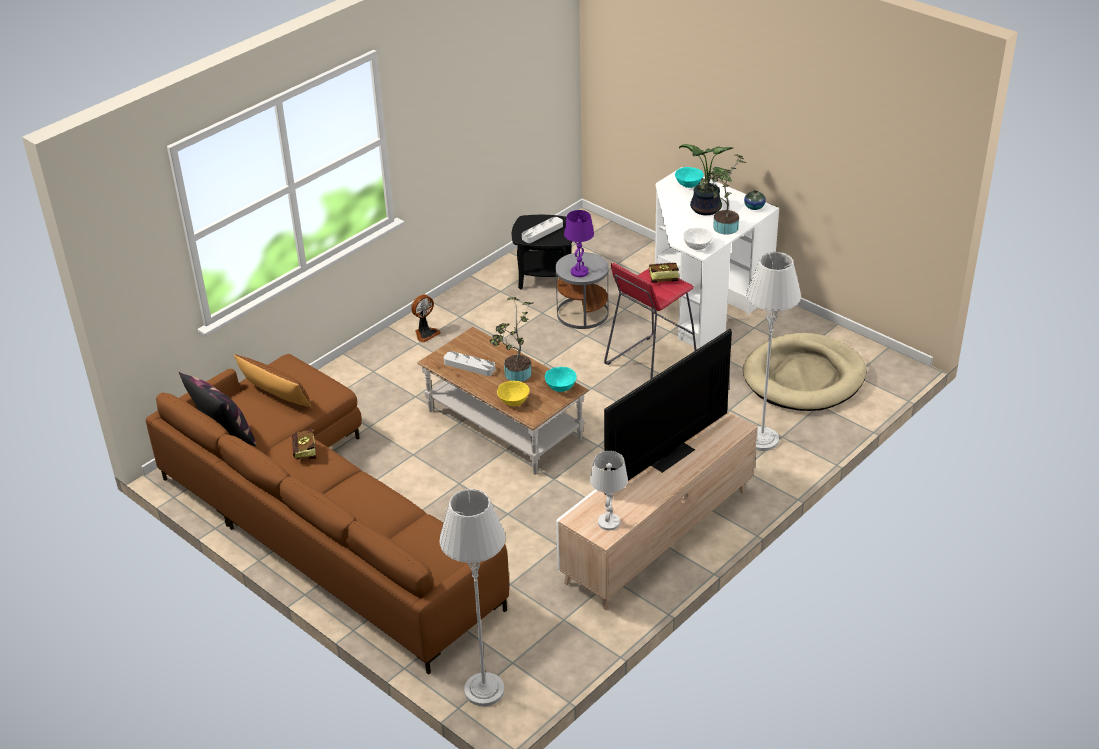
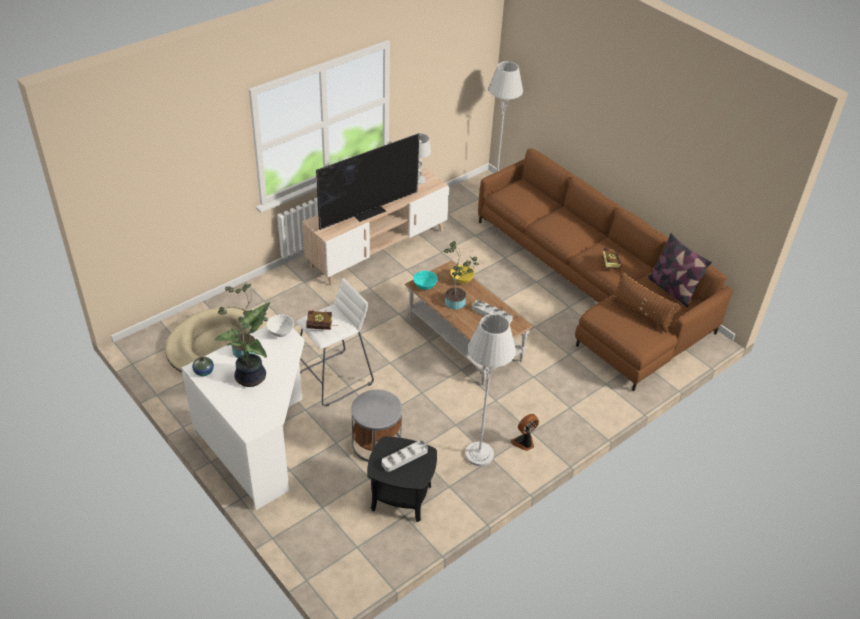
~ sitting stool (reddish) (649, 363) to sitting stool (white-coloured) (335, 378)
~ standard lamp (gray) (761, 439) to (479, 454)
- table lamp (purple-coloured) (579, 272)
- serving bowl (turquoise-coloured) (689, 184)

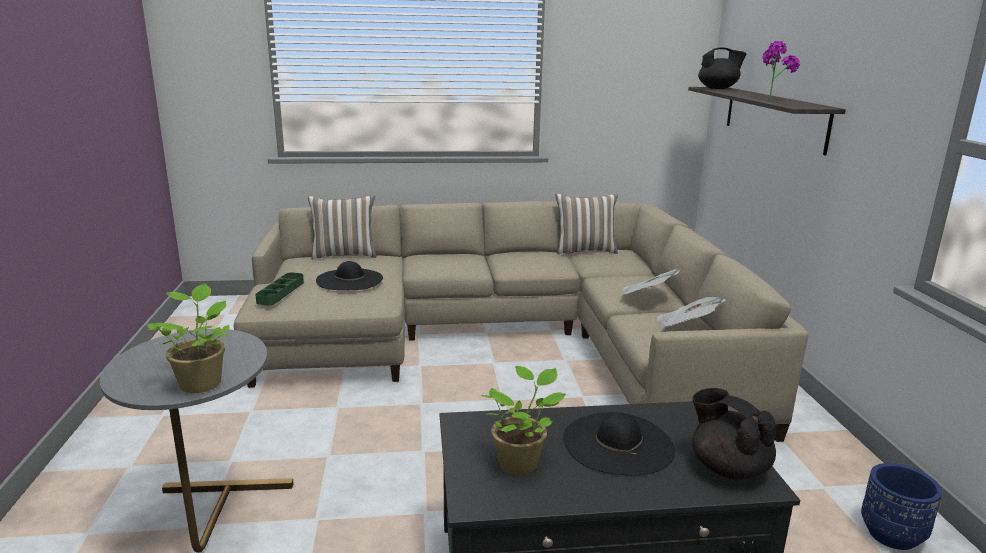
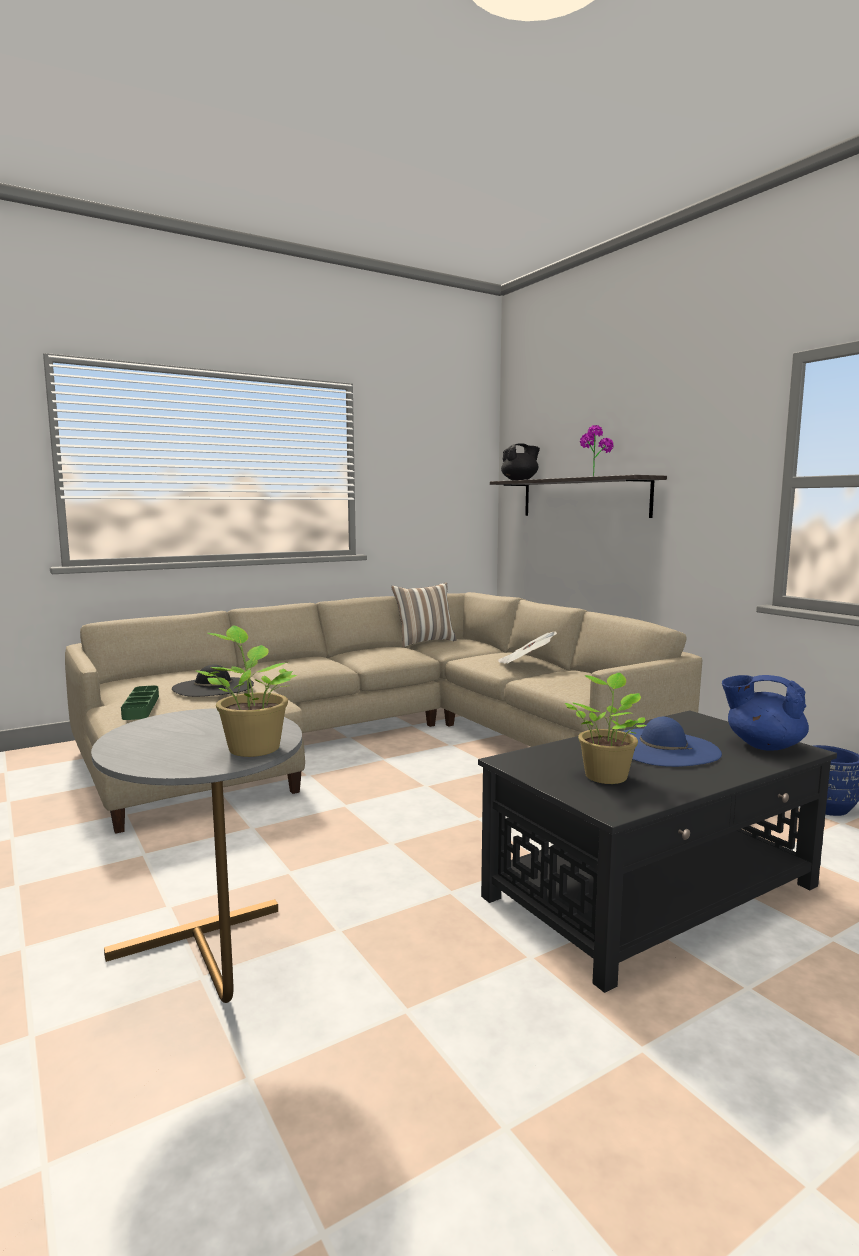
~ wearable hat (black-coloured) (618, 443) to wearable hat (blue) (662, 748)
~ teapot (black-coloured) (728, 467) to teapot (blue) (763, 745)
- pillow (344, 255)
- daily paper (686, 326)

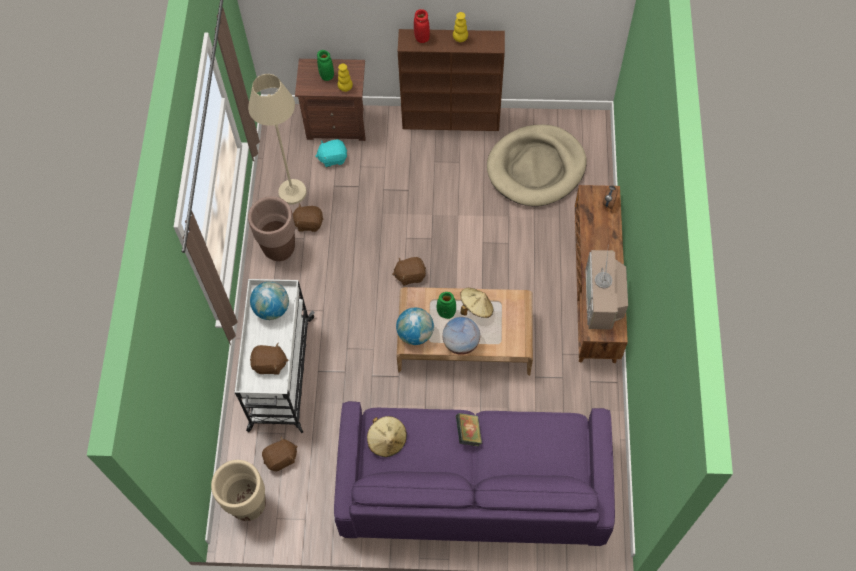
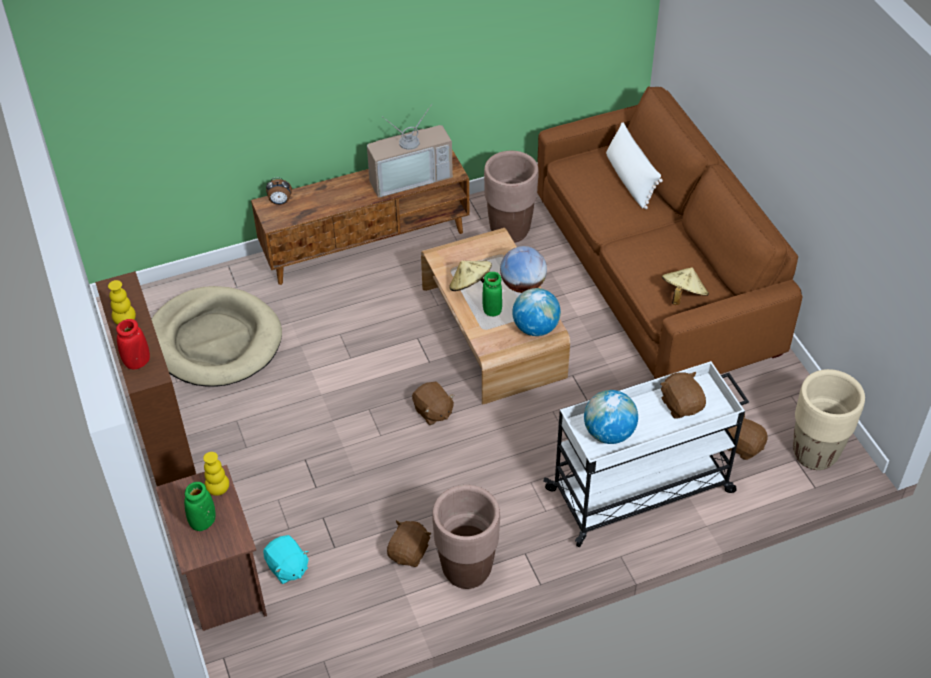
~ plush toy (brownish) (308, 223) = (409, 552) 135 degrees counterclockwise
+ plant pot (brownish) (510, 230)
~ couch (purple-coloured) (473, 486) to couch (brownish) (655, 272)
+ pillow (white-coloured) (630, 179)
- standard lamp (beige) (292, 192)
- volume (468, 433)

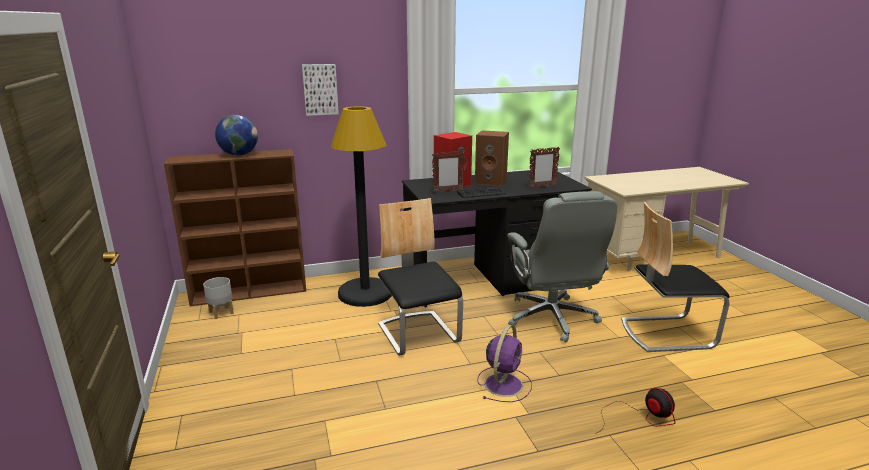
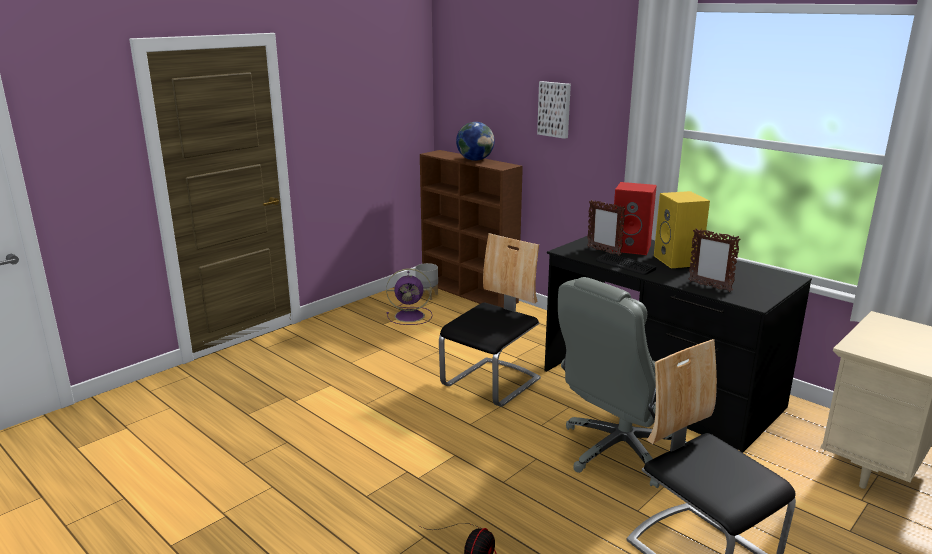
~ fan (purple-coloured) (504, 383) to (411, 316)
~ audio speaker (brownish) (491, 181) to audio speaker (yellow) (678, 261)
- standard lamp (black-coloured) (365, 293)

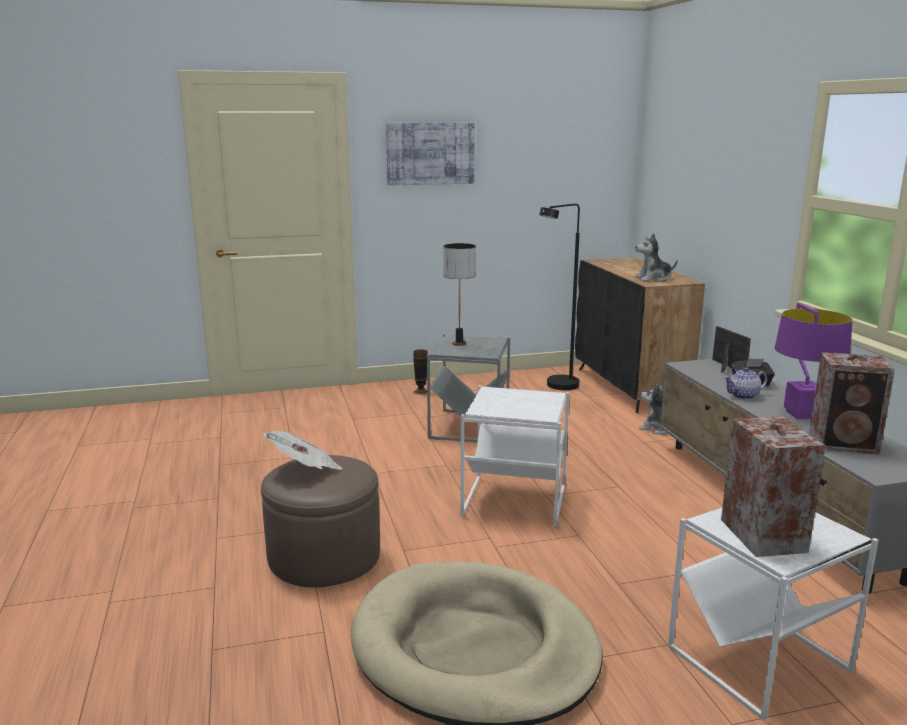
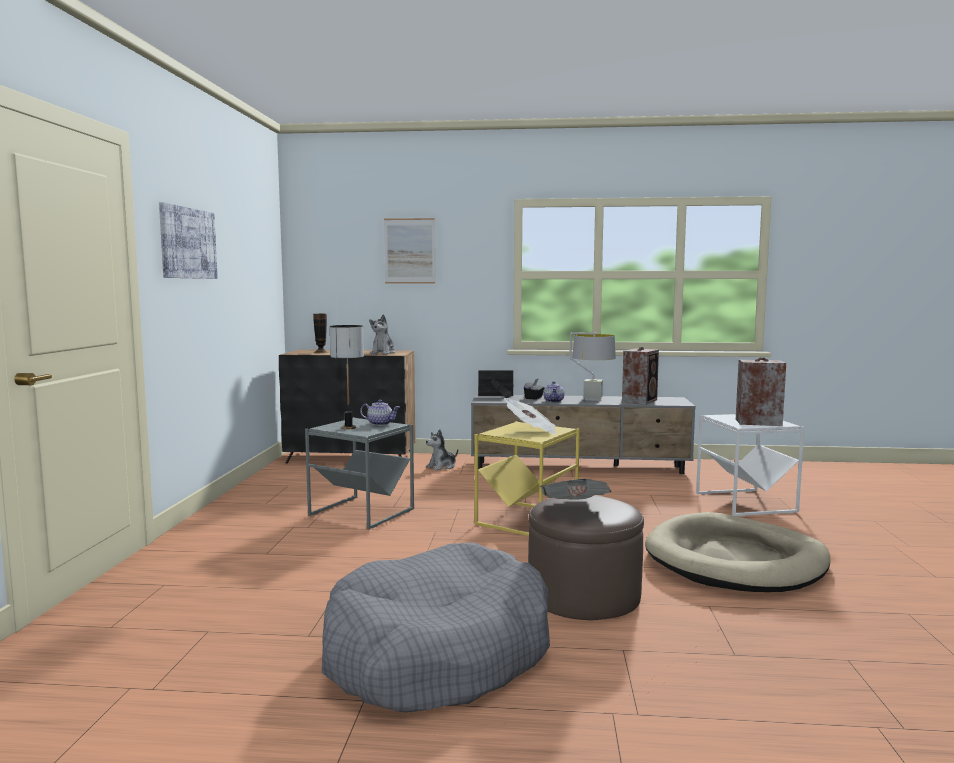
~ flower vase (421, 392) to (321, 352)
+ dog bed (gray) (437, 653)
+ teapot (380, 423)
+ wall art (410, 251)
~ accent table (white-coloured) (513, 501) to accent table (yellow) (526, 520)
+ daily paper (531, 431)
~ table lamp (purple-coloured) (802, 414) to table lamp (gray) (592, 399)
- standard lamp (black-coloured) (557, 387)

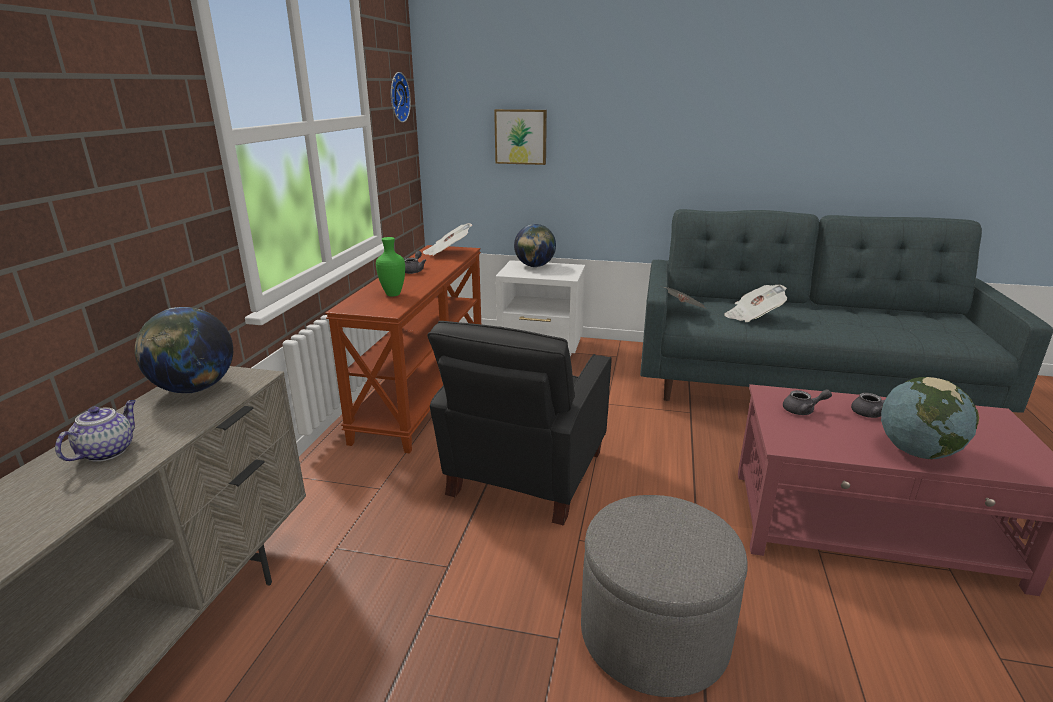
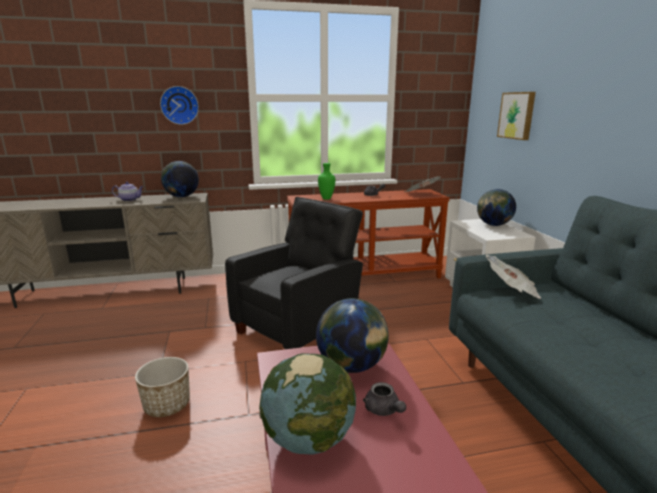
~ footrest (gray) (654, 634) to plant pot (167, 405)
~ wall clock (397, 97) to (179, 105)
~ easy chair (black-coloured) (523, 475) = (299, 328) 135 degrees clockwise
~ teapot (gray) (803, 410) to world globe (351, 366)
- daily paper (753, 317)

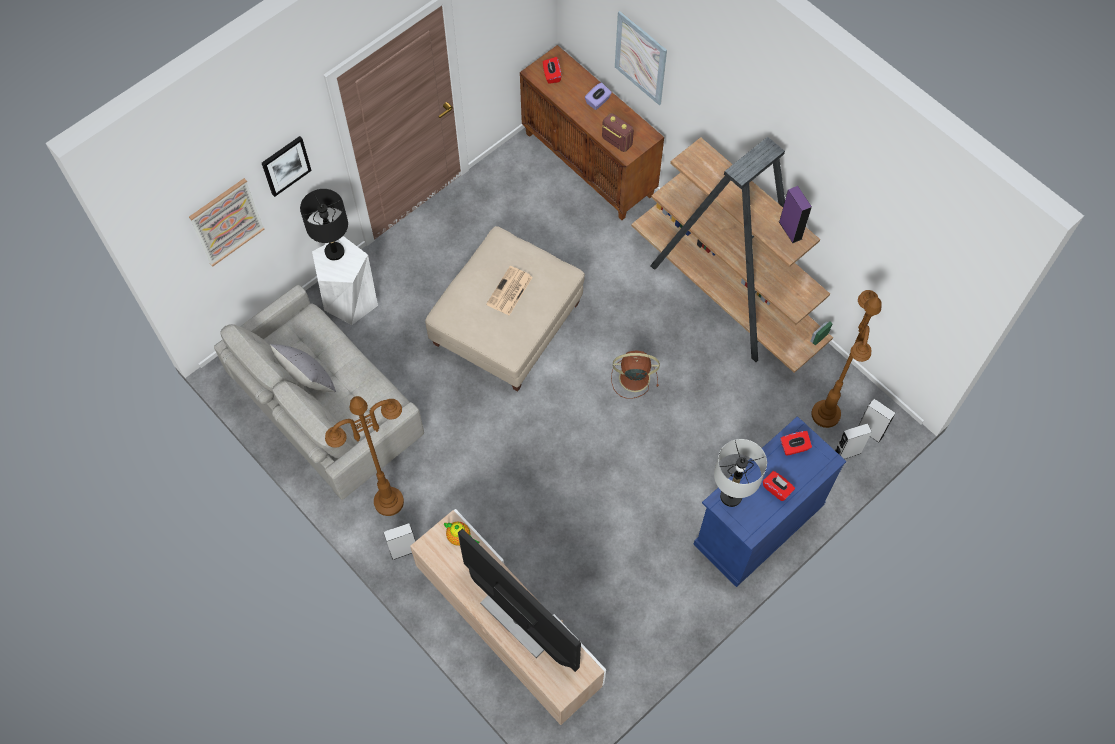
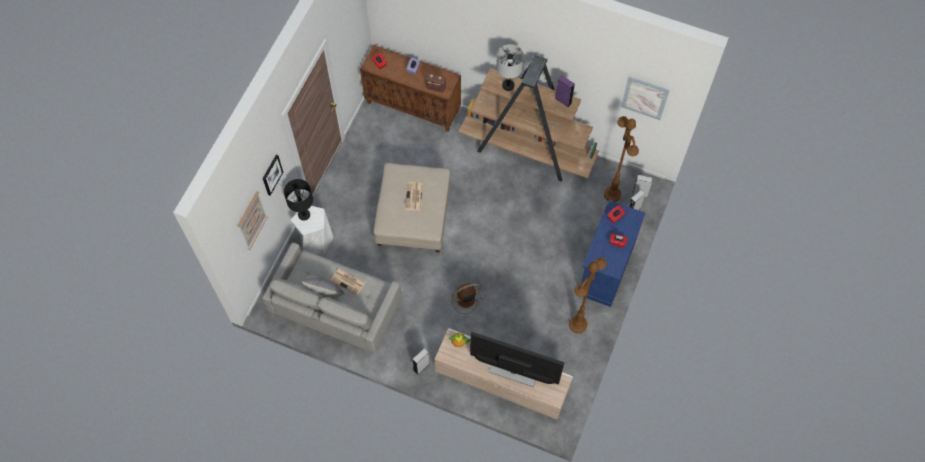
+ daily paper (348, 281)
~ fan (brownish) (632, 378) to (465, 300)
~ table lamp (gray) (731, 496) to (508, 85)
~ standard lamp (brownish) (388, 502) to (577, 325)
~ wall art (640, 58) to (644, 98)

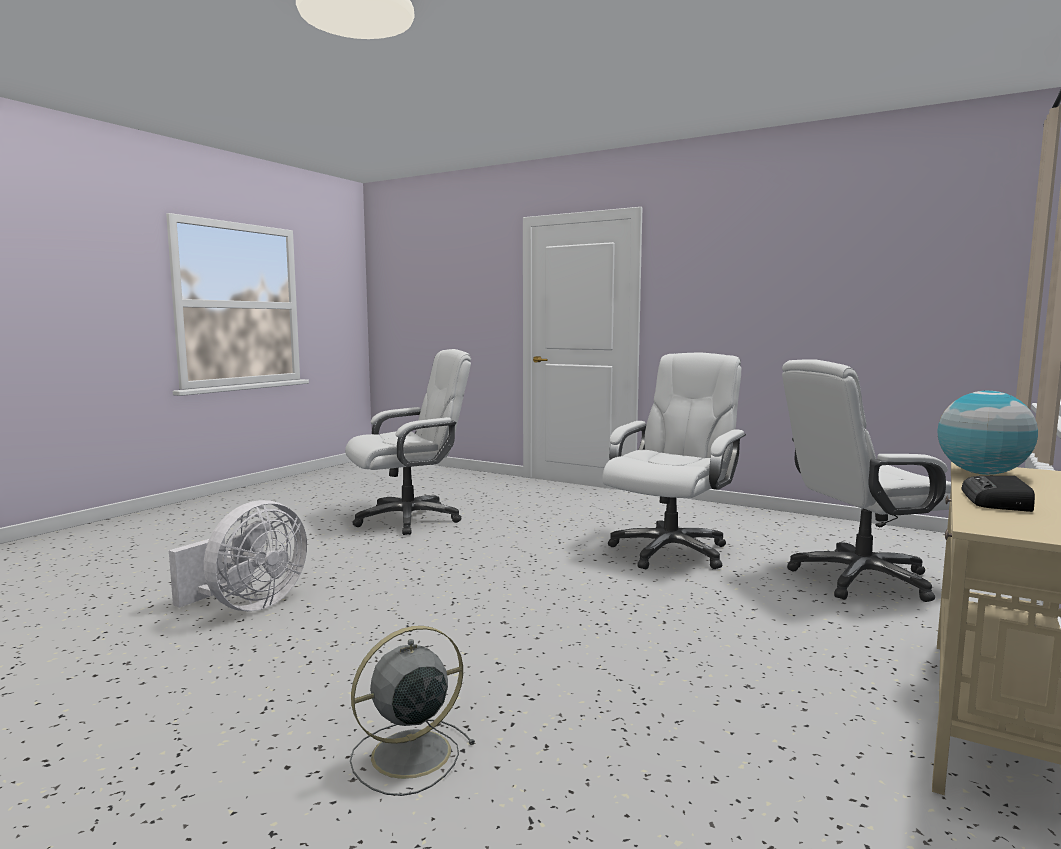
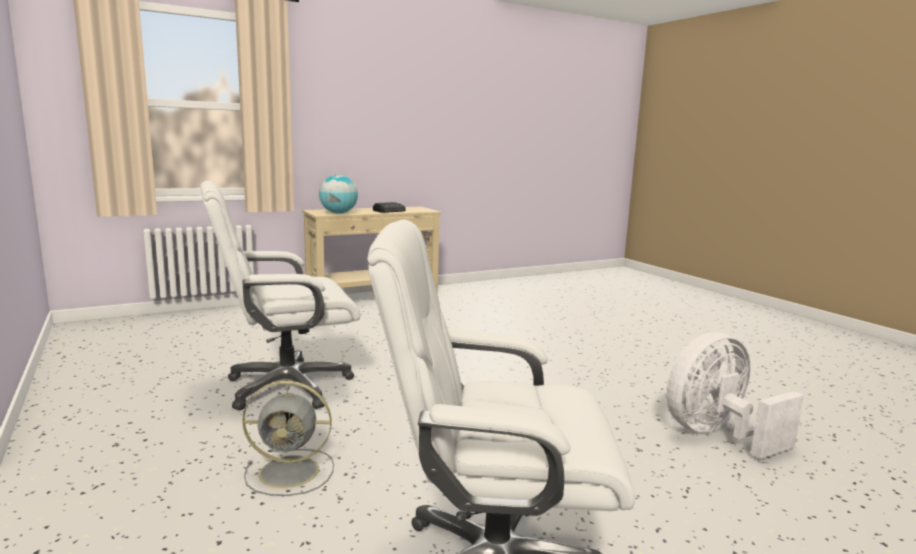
~ fan (gray) (407, 755) to (292, 472)
- office chair (white-coloured) (860, 579)

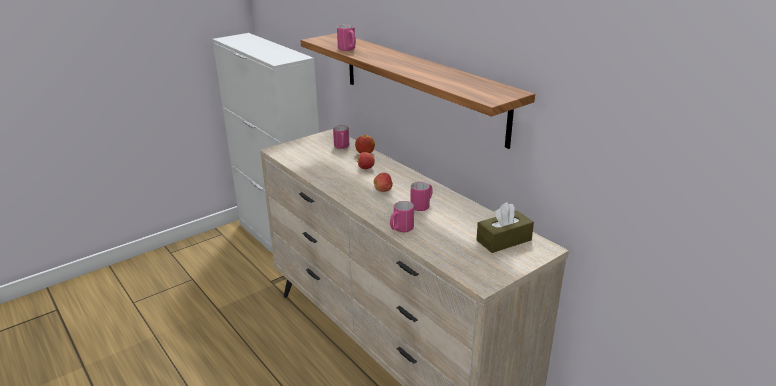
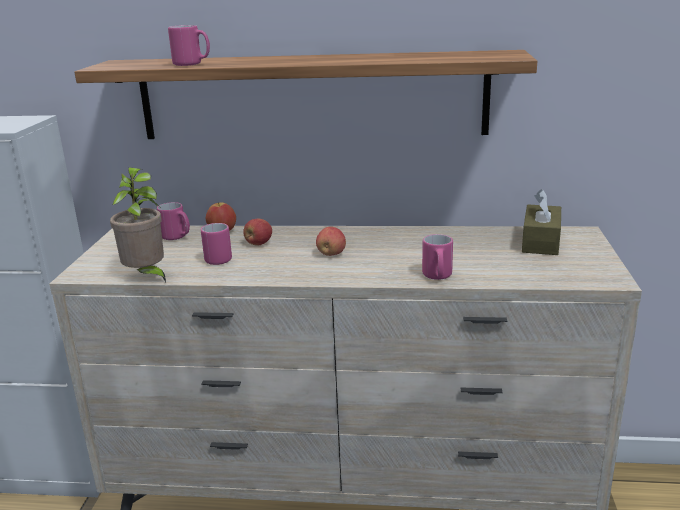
+ potted plant (147, 276)
~ mug (pink-coloured) (422, 206) to (219, 258)

